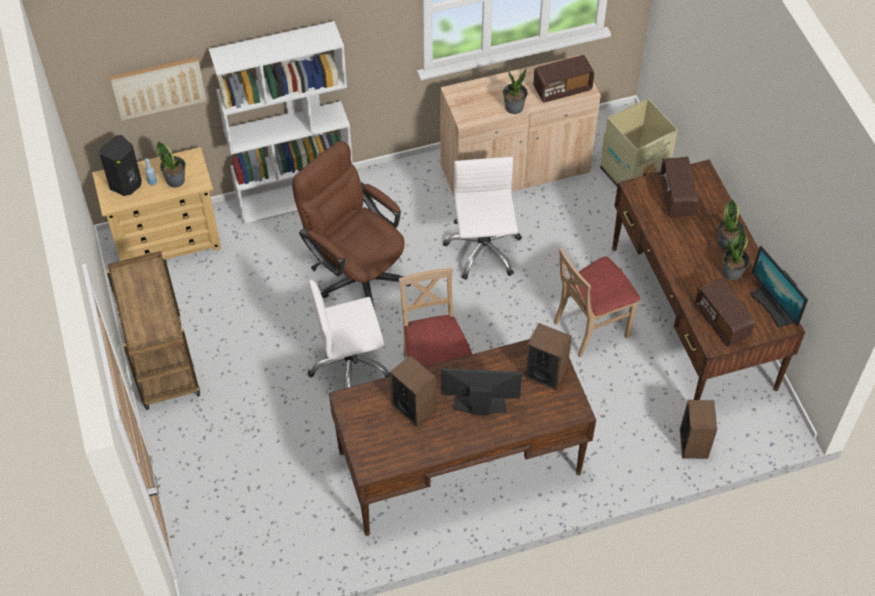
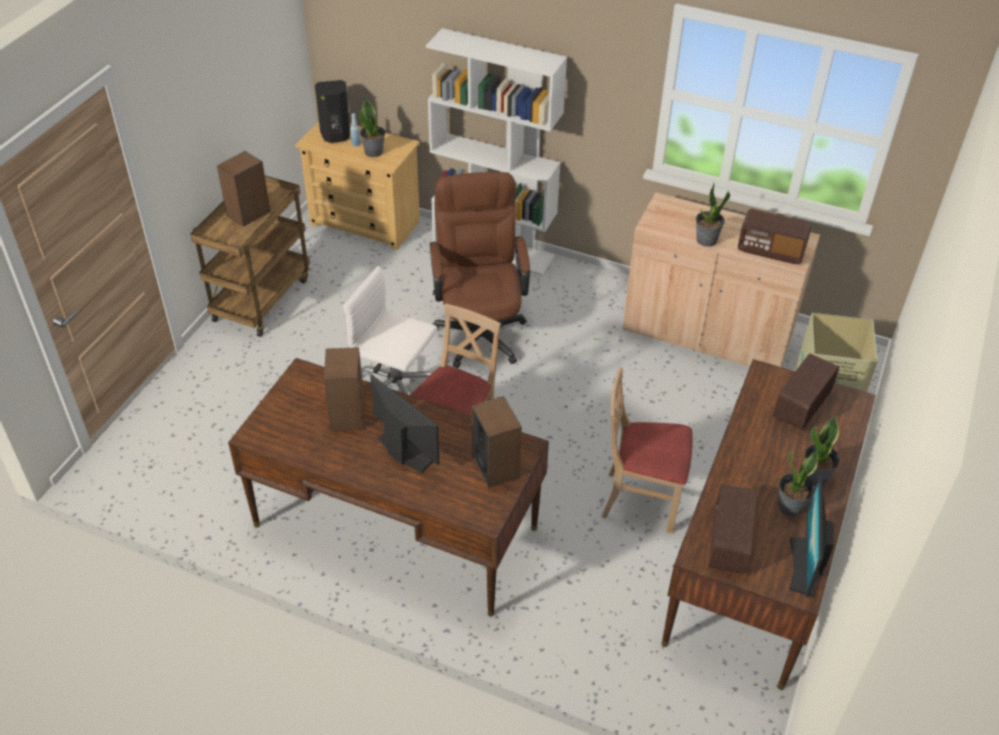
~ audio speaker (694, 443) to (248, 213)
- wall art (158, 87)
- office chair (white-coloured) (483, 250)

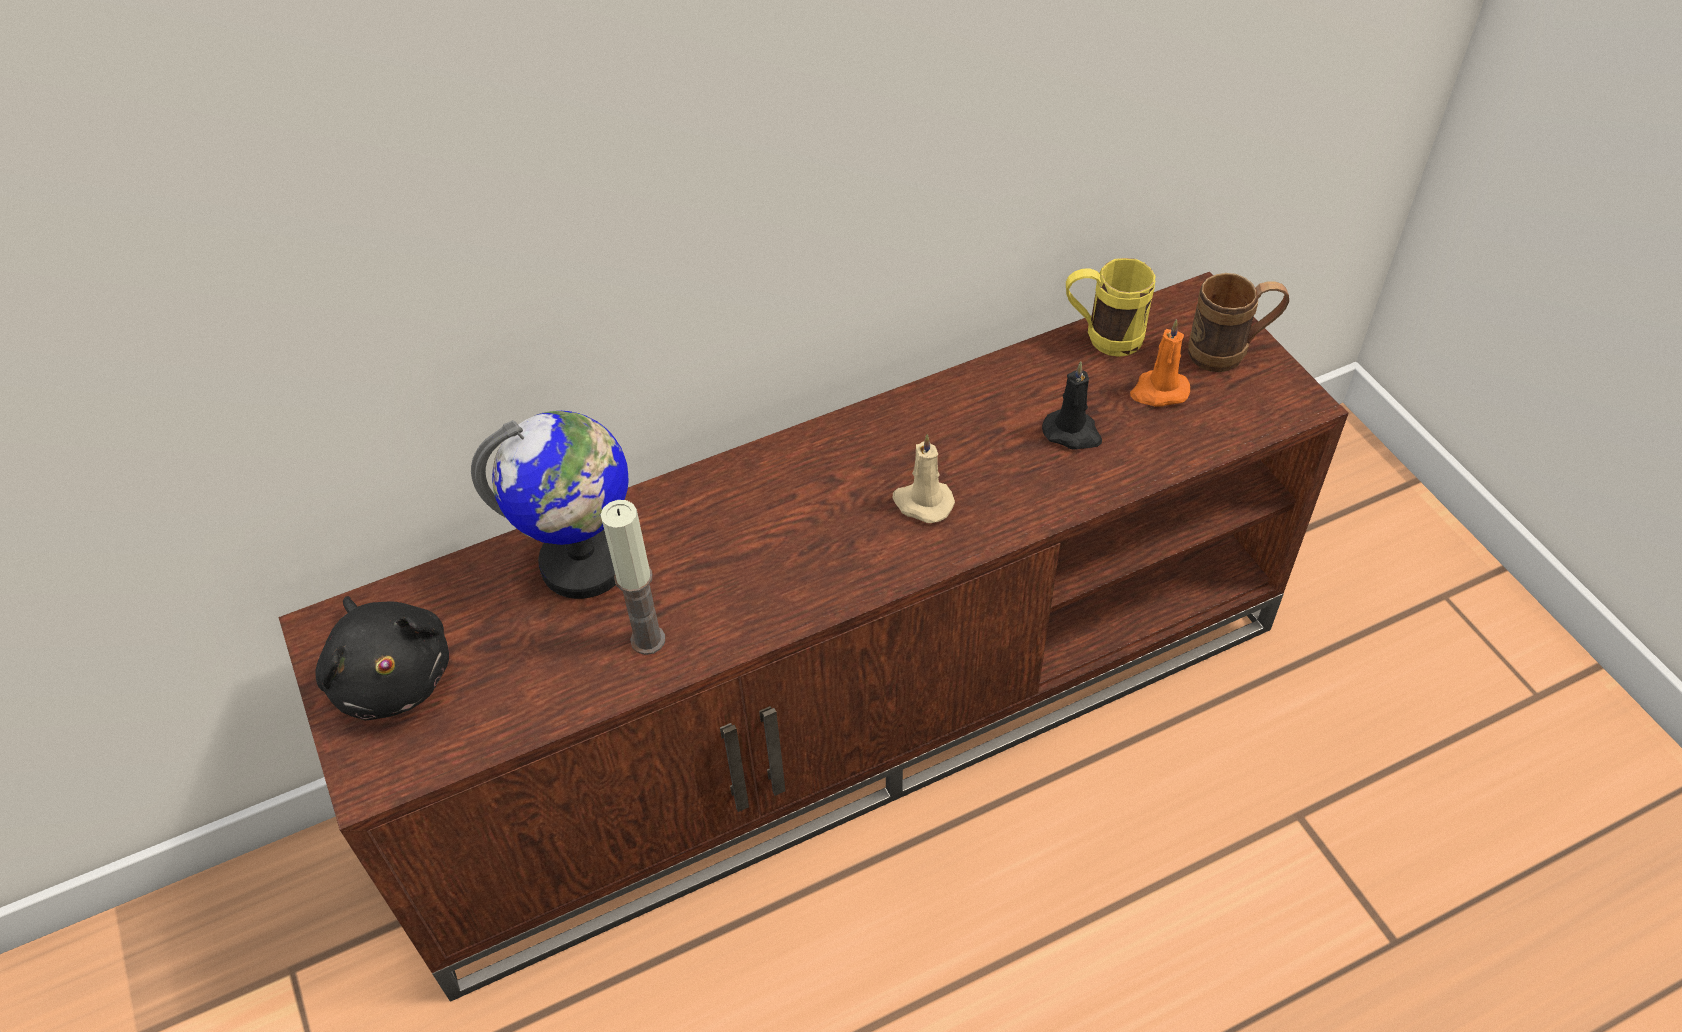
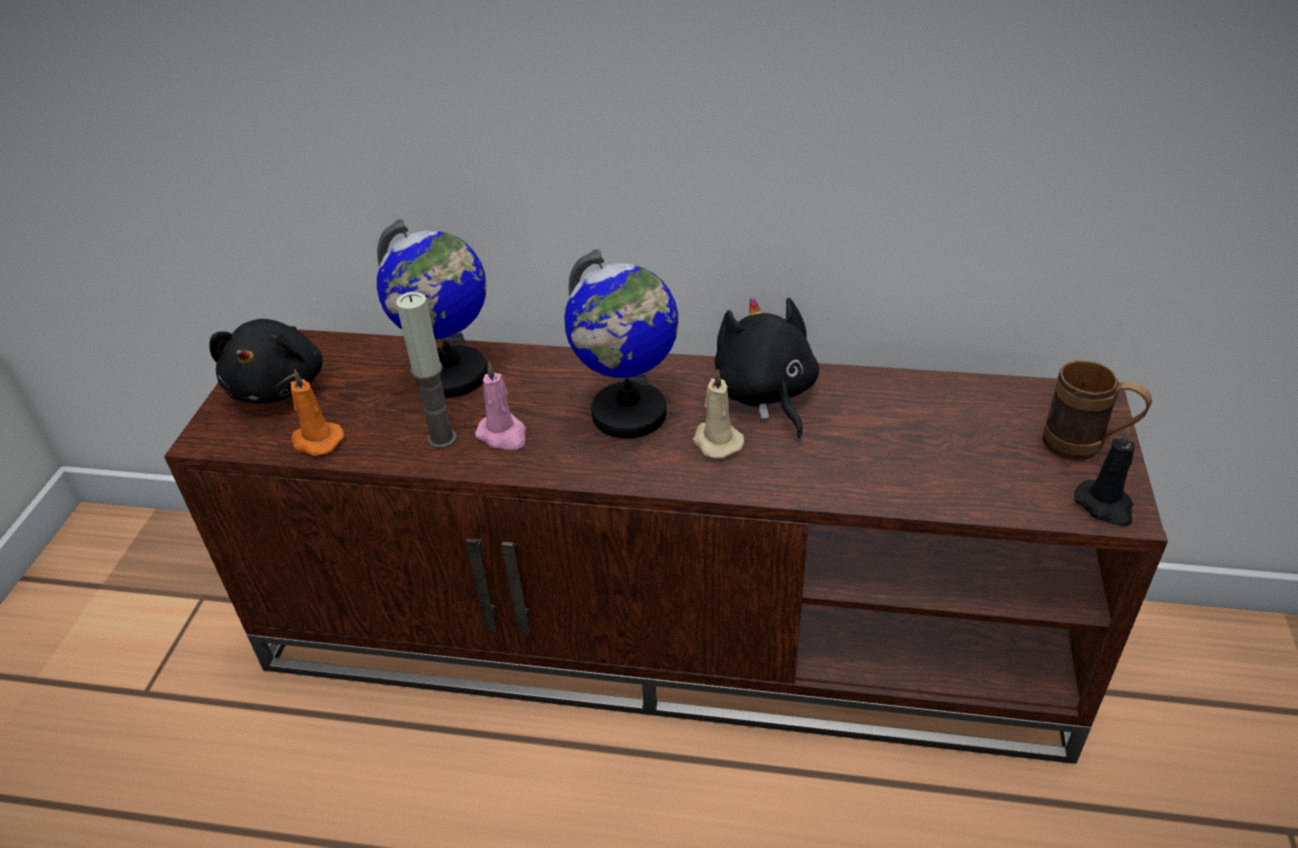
~ wax candle (orange) (1158, 391) to (316, 441)
+ wax candle (pink-coloured) (503, 435)
+ world globe (629, 414)
+ plush toy (black-coloured) (766, 395)
~ wax candle (black-coloured) (1073, 433) to (1105, 506)
- mug (yellow) (1101, 338)

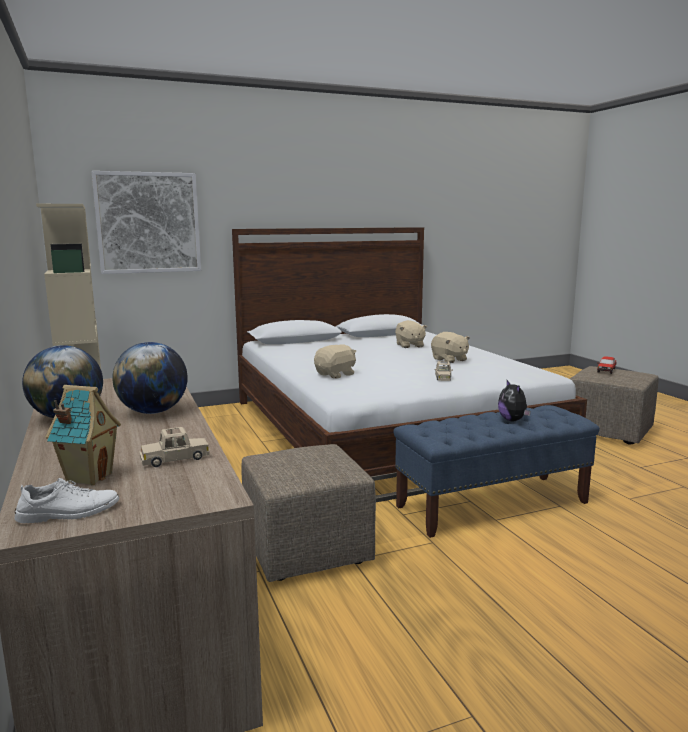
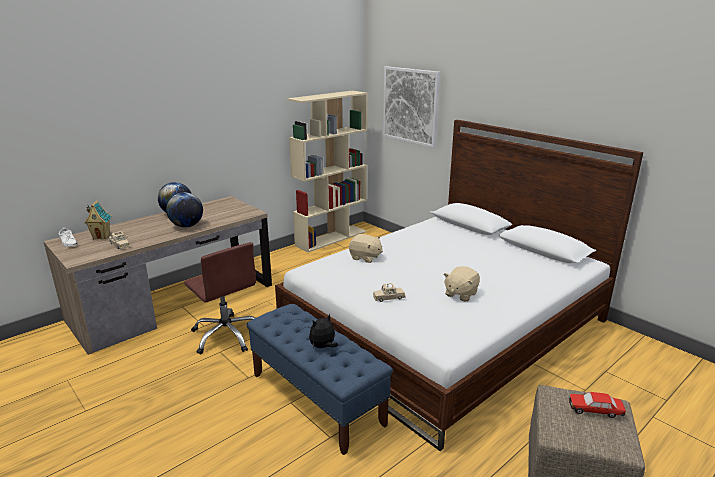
~ footrest (beige) (308, 551) to office chair (brownish) (227, 335)
- plush toy (beige) (409, 345)

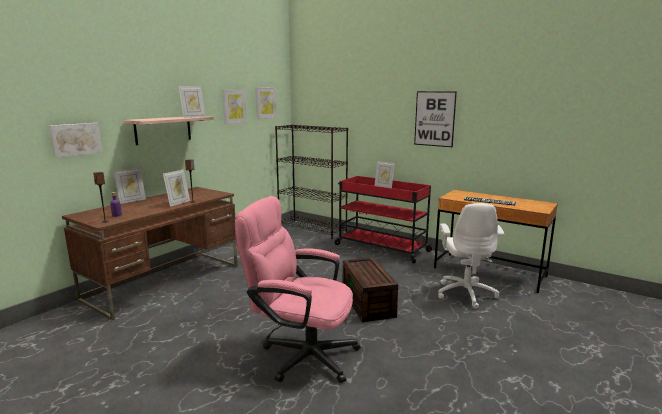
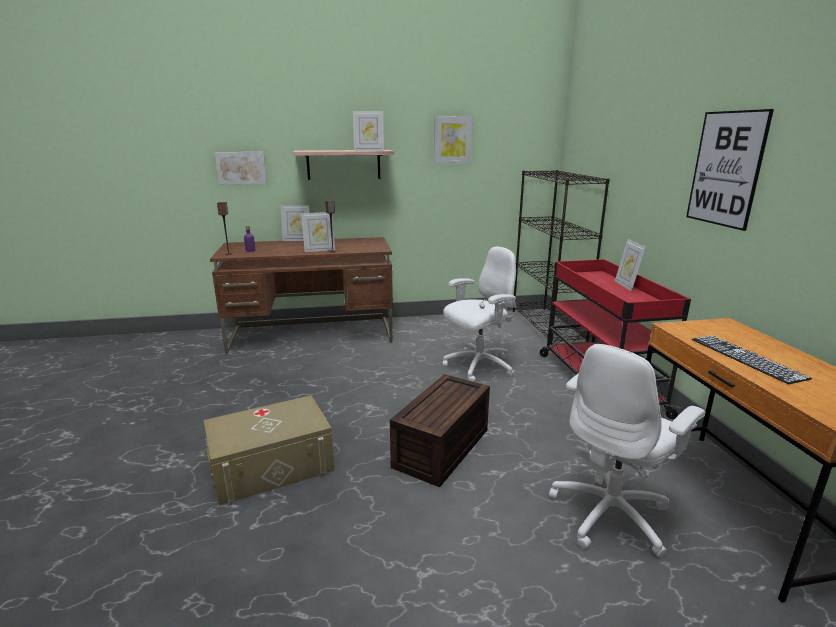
~ office chair (pink-coloured) (301, 354) to storage container (beige) (271, 466)
+ office chair (white-coloured) (478, 366)
- wall art (265, 102)

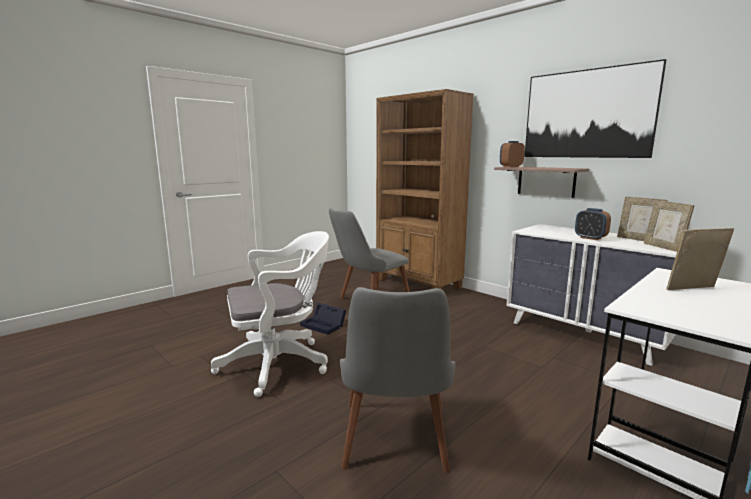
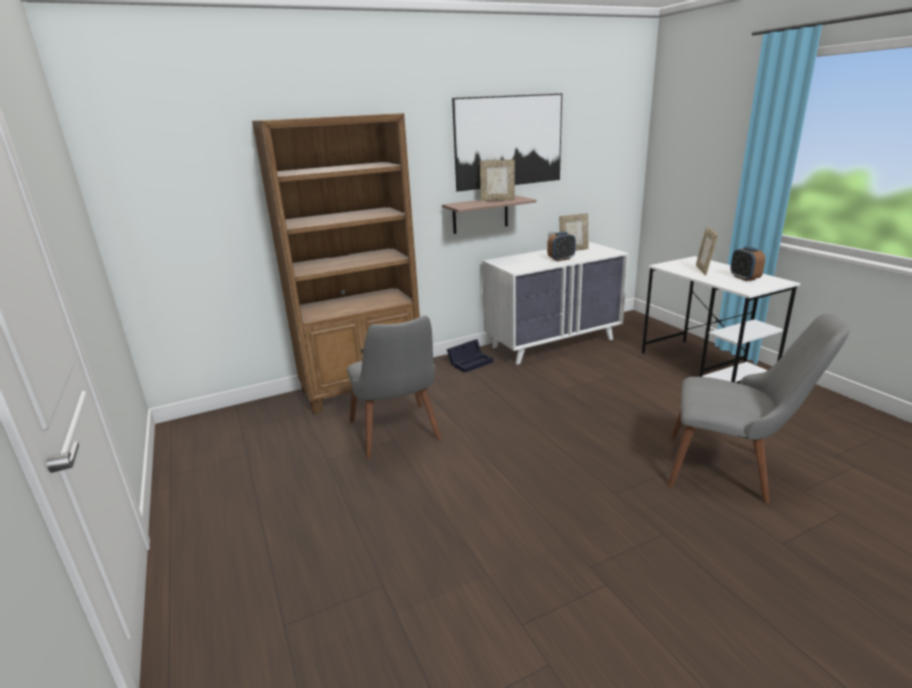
~ storage container (black-coloured) (324, 325) to (471, 362)
~ photo frame (663, 247) to (497, 200)
~ alarm clock (511, 167) to (744, 278)
- office chair (white-coloured) (279, 363)

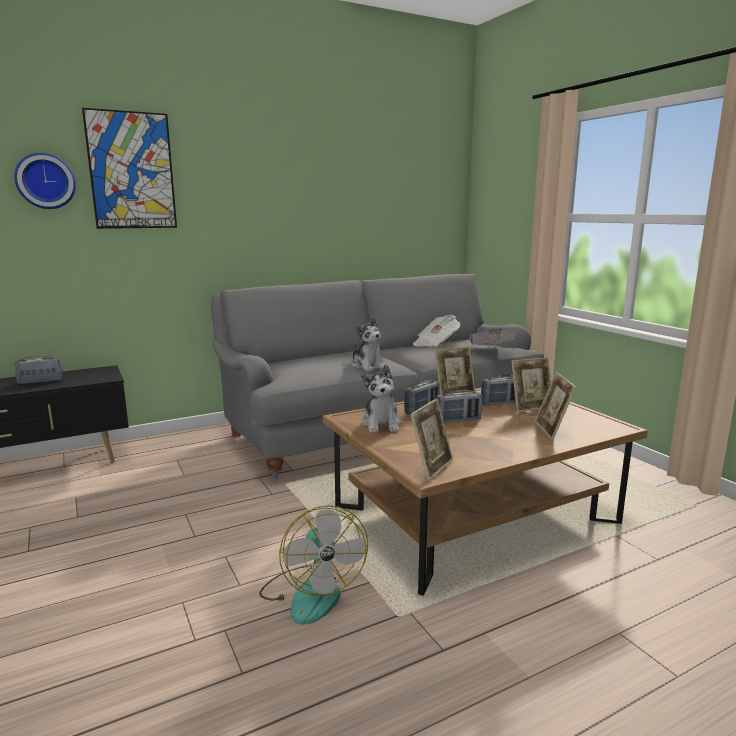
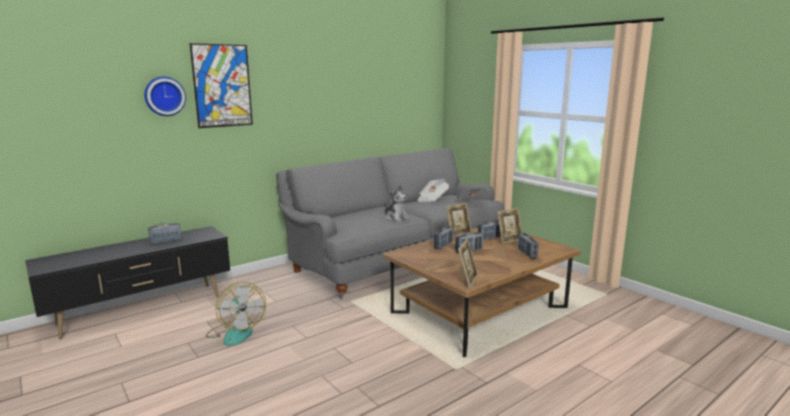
~ fan (311, 593) to (236, 332)
~ photo frame (552, 430) to radio receiver (527, 254)
- plush toy (381, 424)

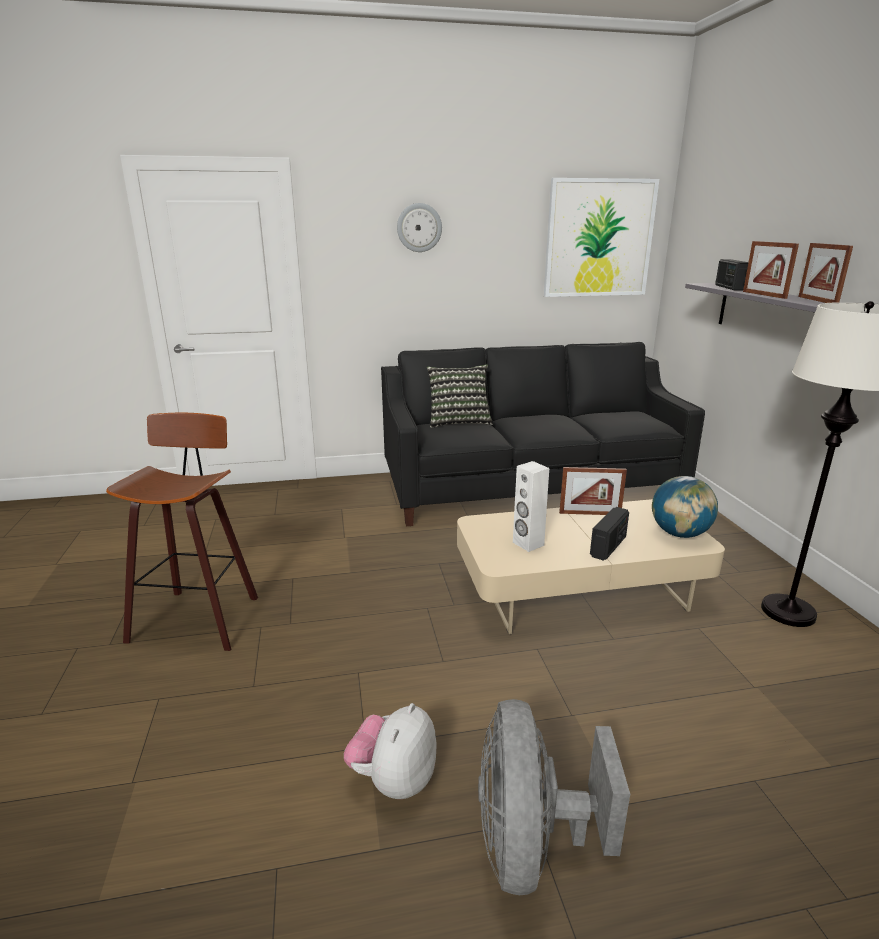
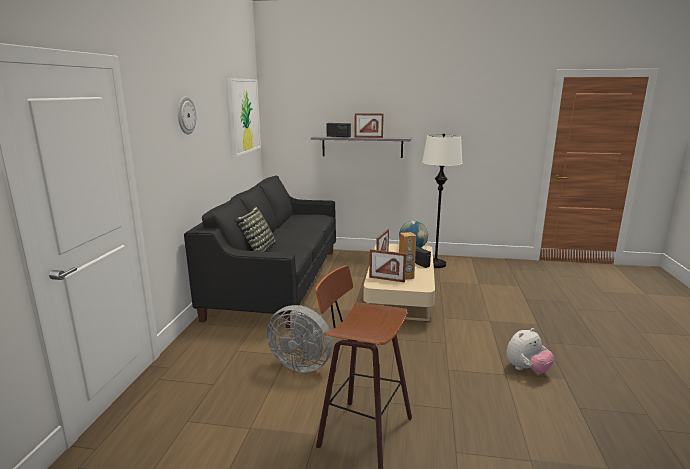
~ fan (gray) (531, 844) to (302, 364)
~ photo frame (817, 300) to (386, 279)
~ audio speaker (white-coloured) (528, 544) to audio speaker (brownish) (406, 277)
~ plush toy (394, 780) = (527, 369) 75 degrees counterclockwise

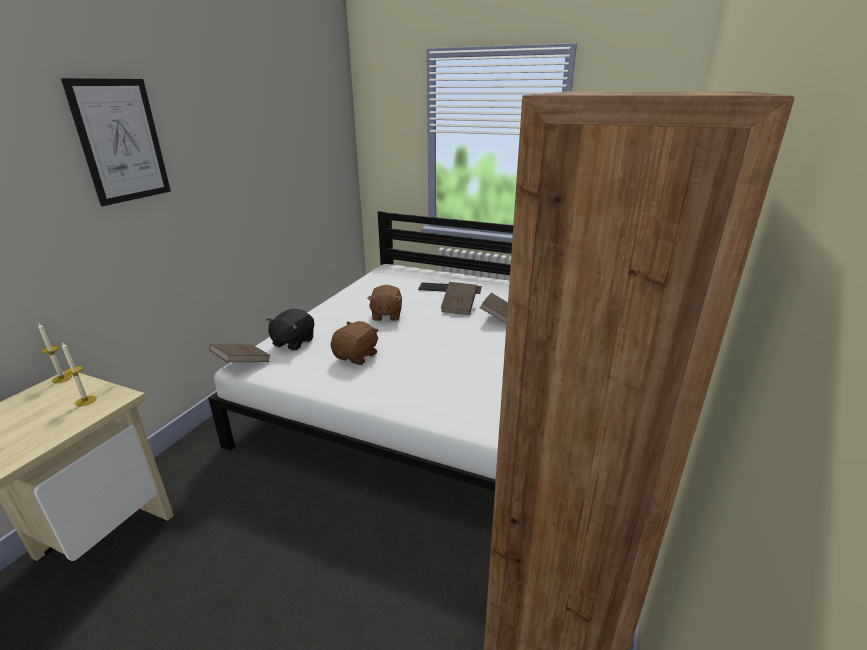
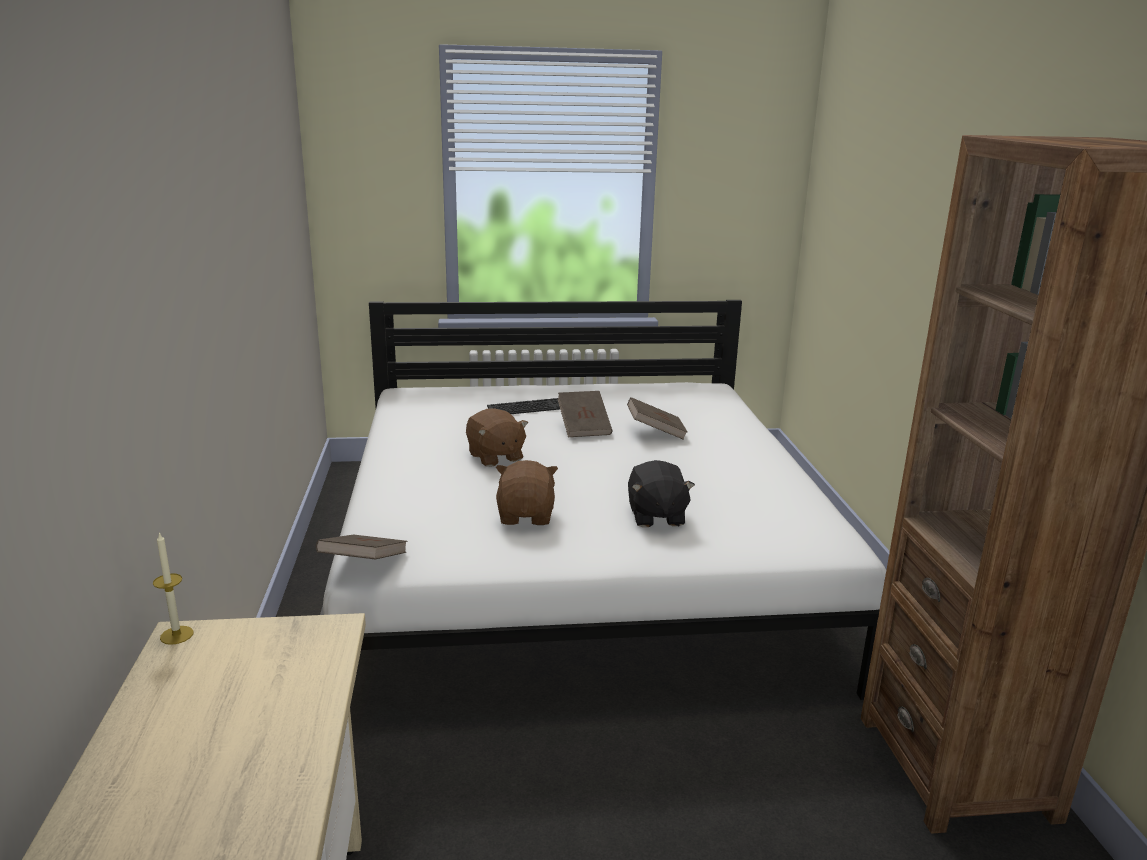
~ plush toy (black-coloured) (293, 342) to (656, 516)
- wall art (121, 141)
- wax candle (86, 401)

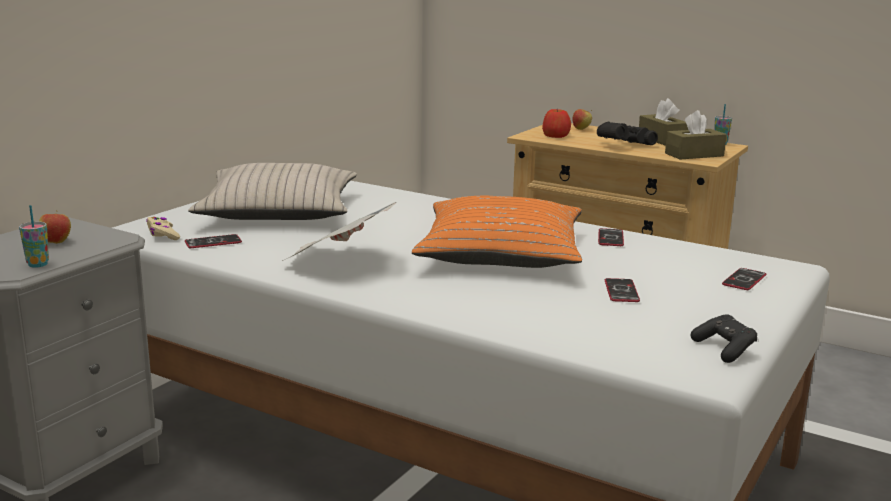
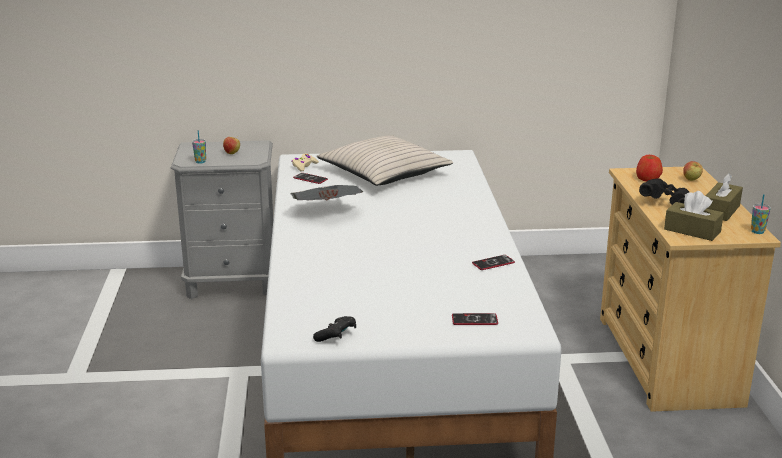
- pillow (orange) (500, 253)
- handset (621, 291)

